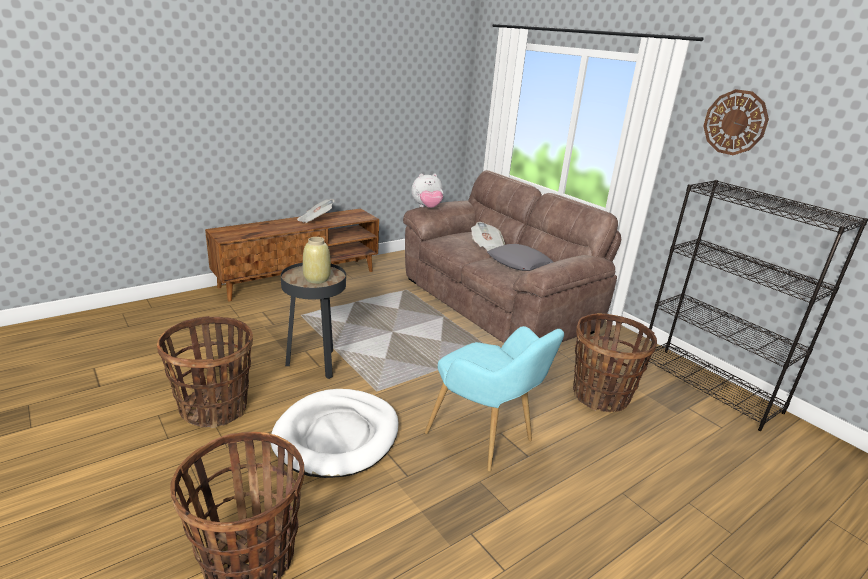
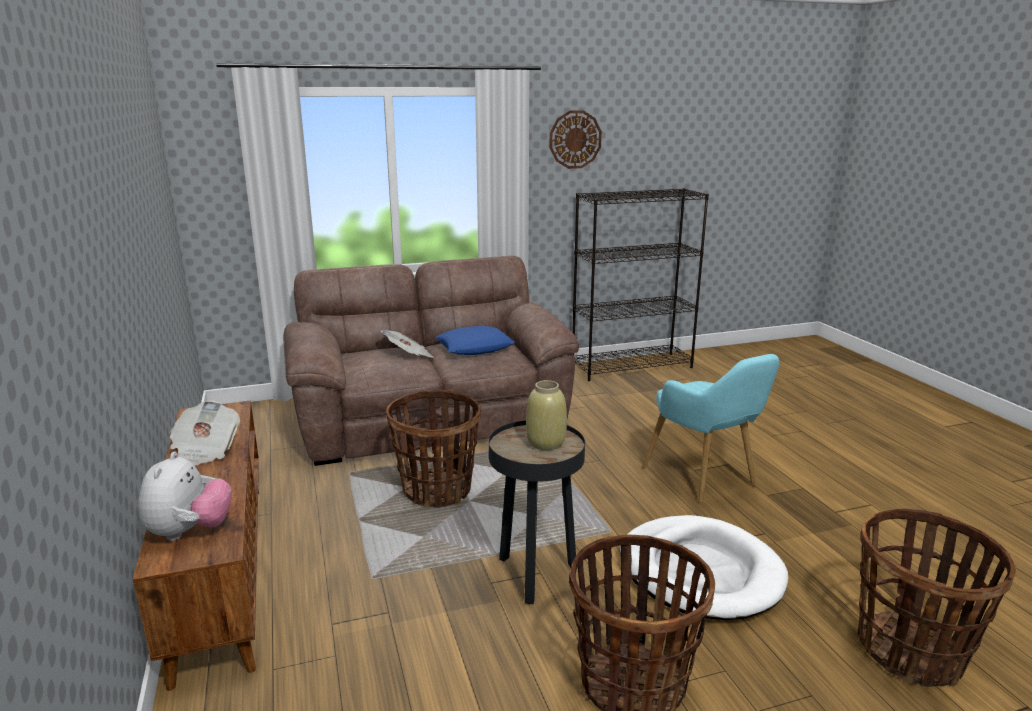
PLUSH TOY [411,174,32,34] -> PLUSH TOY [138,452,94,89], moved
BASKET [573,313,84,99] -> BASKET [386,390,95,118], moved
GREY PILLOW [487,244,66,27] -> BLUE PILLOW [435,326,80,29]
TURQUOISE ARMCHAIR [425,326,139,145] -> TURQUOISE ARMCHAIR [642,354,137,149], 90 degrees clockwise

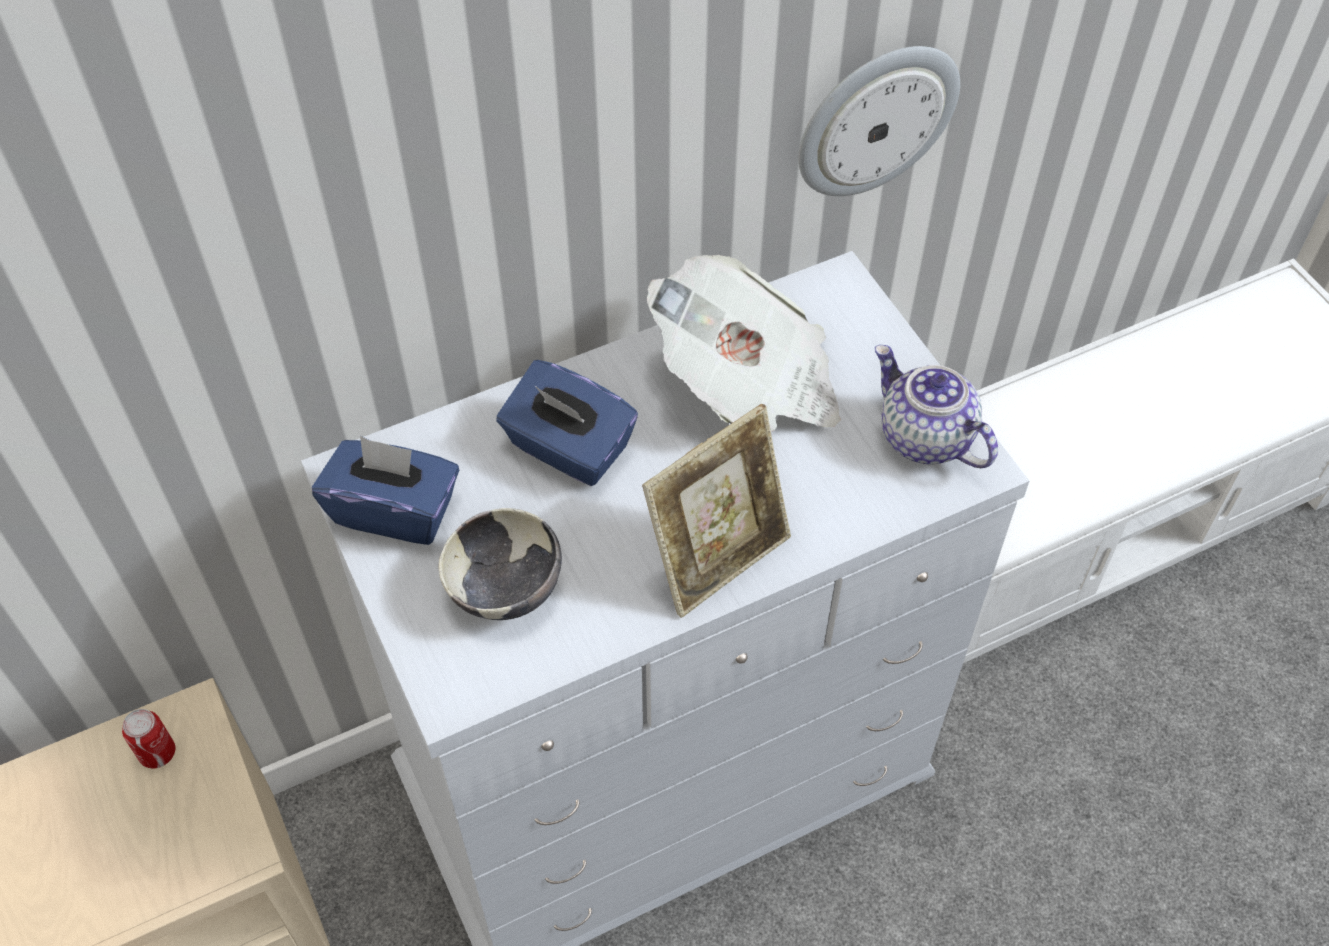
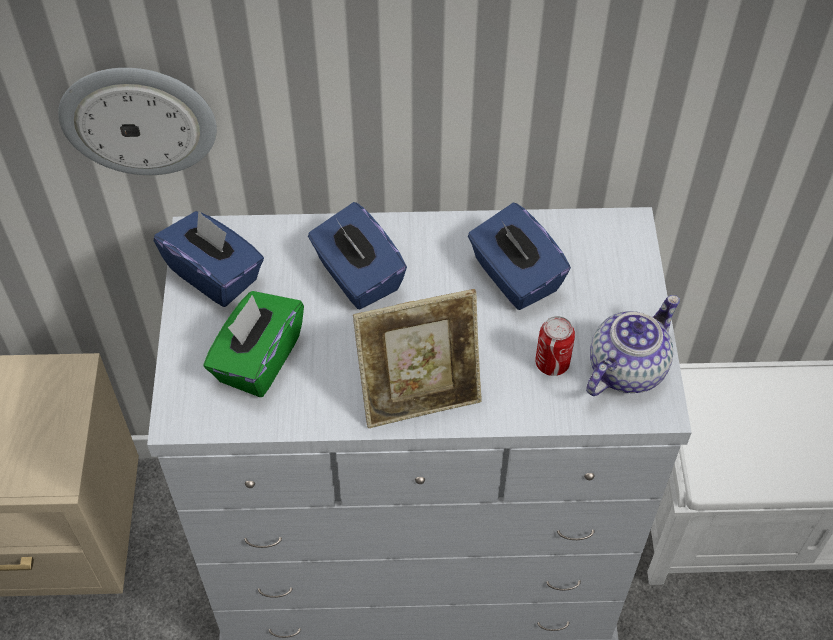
CAN [122,709,54,59] -> CAN [535,316,40,60], moved
WALL CLOCK [798,46,162,150] -> WALL CLOCK [58,68,159,107], moved
BOWL [438,508,124,112] -> GREEN TISSUE BOX [203,291,101,106]
NEWSPAPER [647,255,194,176] -> BLUE TISSUE BOX [468,203,103,107]
TEAPOT [875,345,123,123] -> TEAPOT [586,295,94,101], 60 degrees clockwise

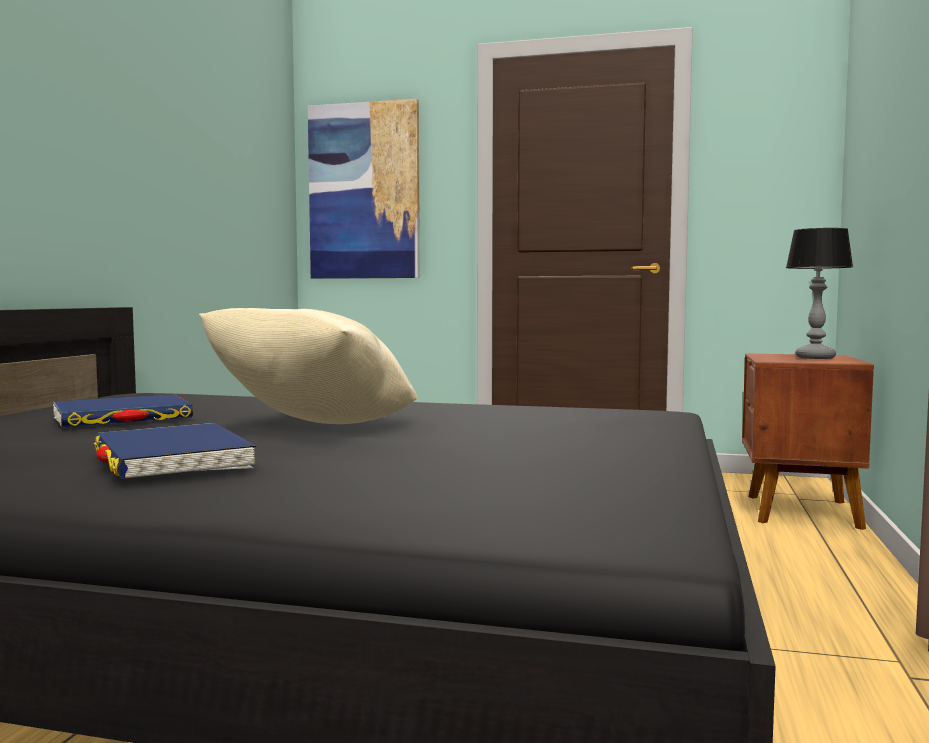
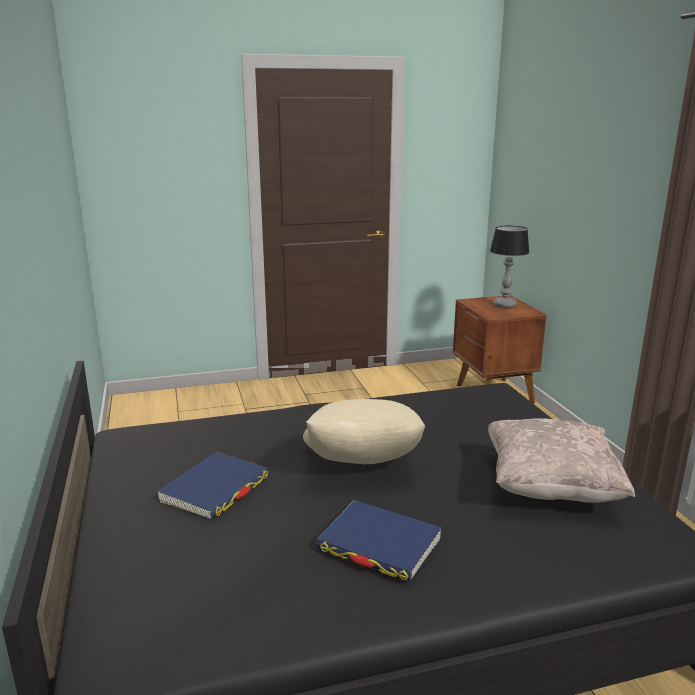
PICTURE [308,99,112,180] -> none
none -> BEIGE PILLOW [488,418,147,85]

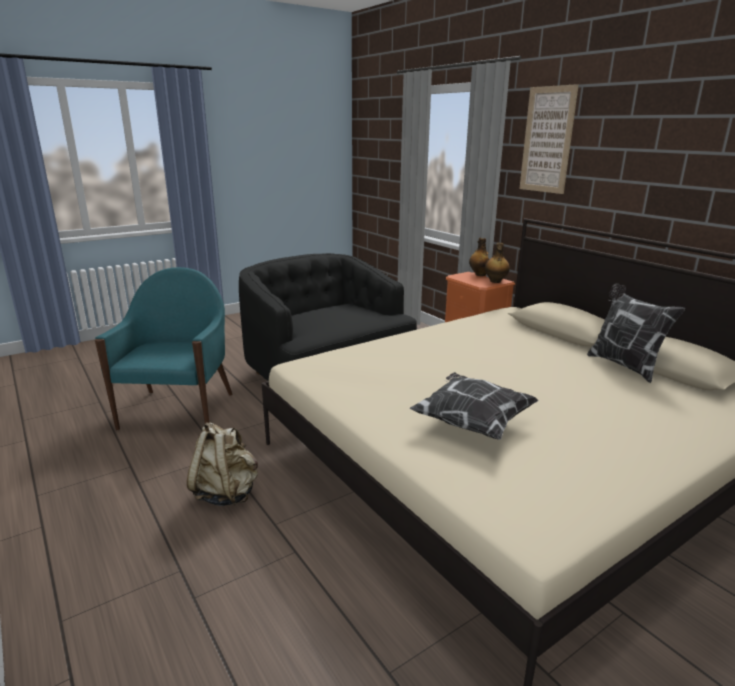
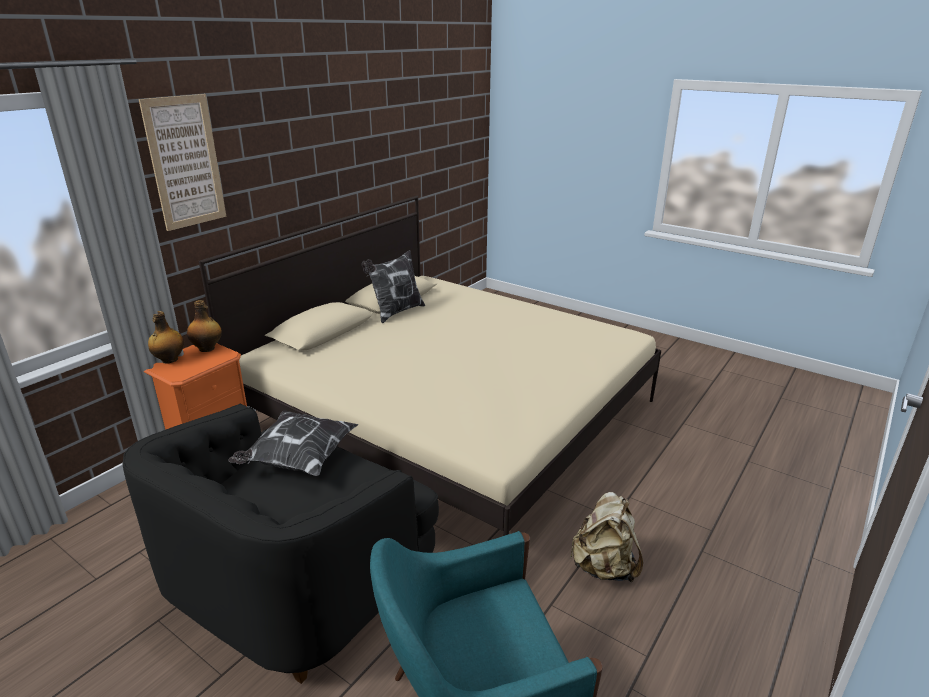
PILLOW [410,372,129,68] -> PILLOW [228,410,130,66], moved

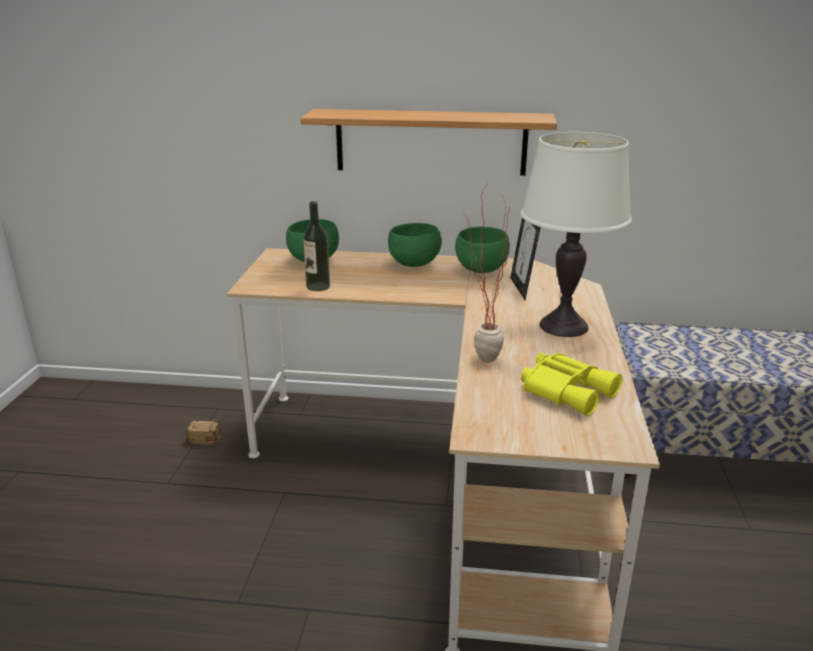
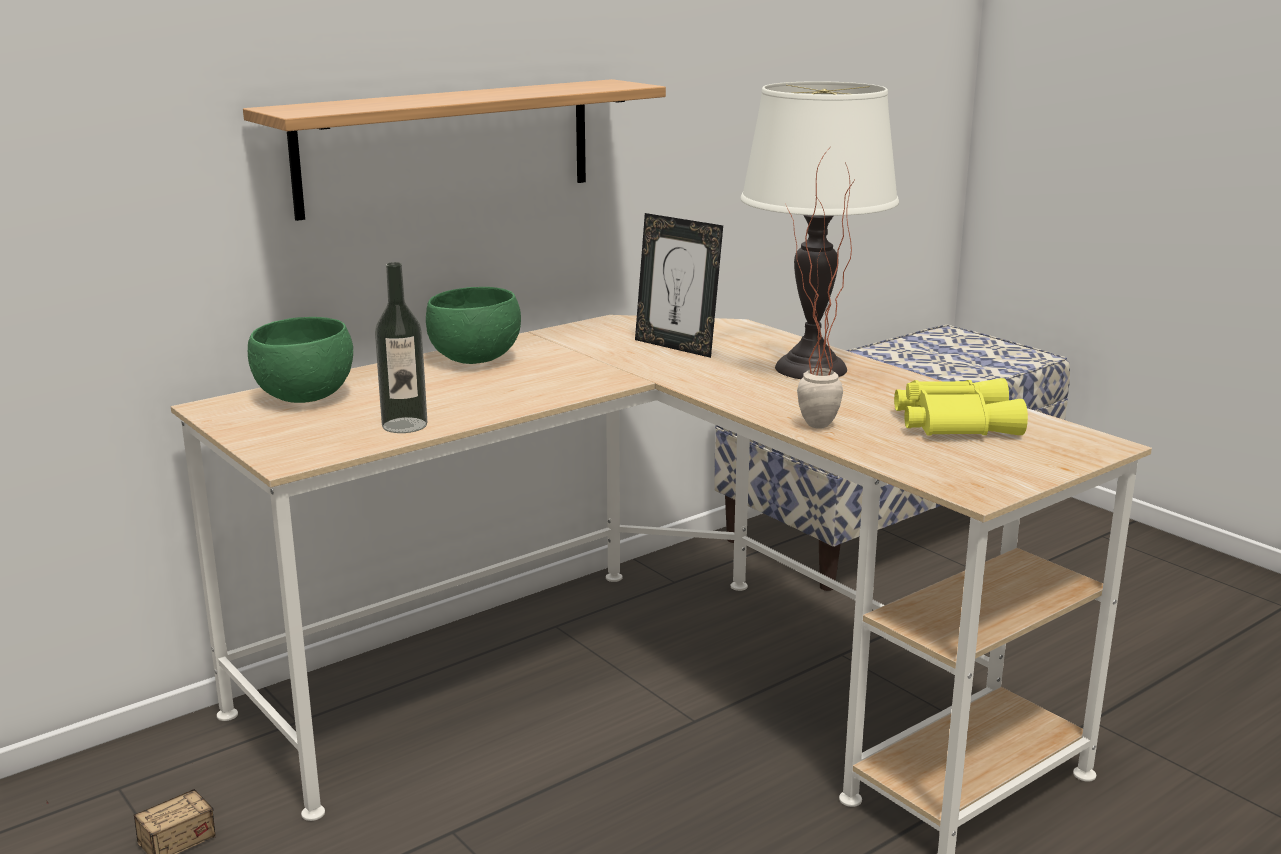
GREEN BOWL [455,227,55,46] -> none

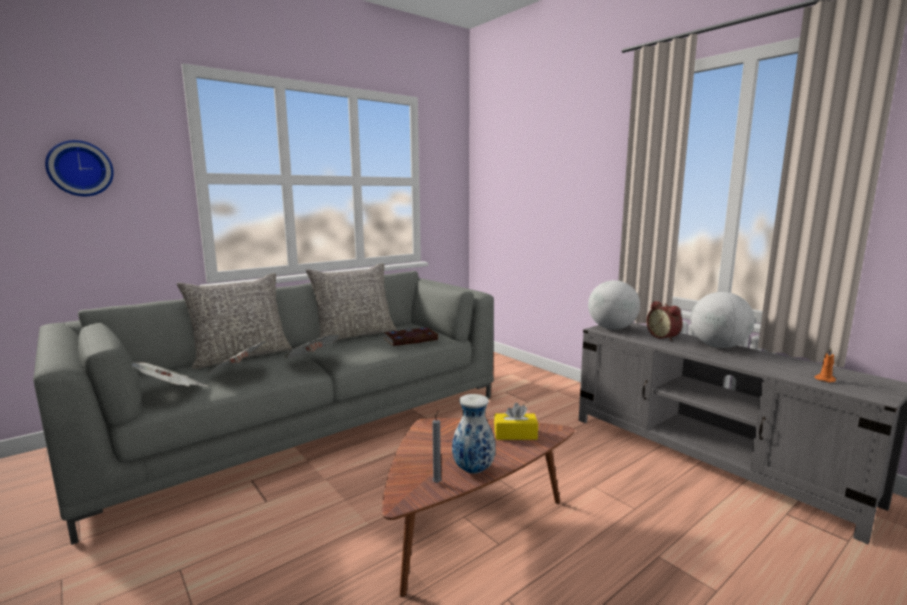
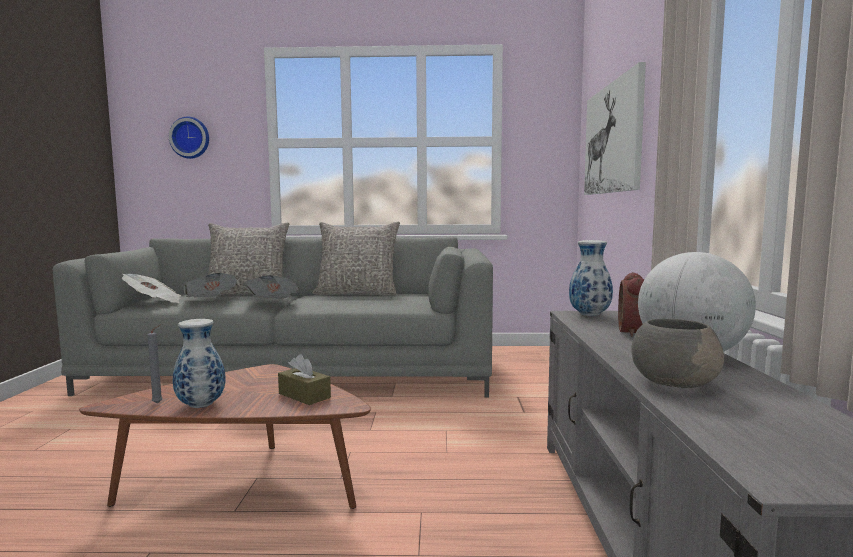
BOOK [383,327,55,19] -> none
ORANGE CANDLE [815,348,21,35] -> none
none -> PICTURE [584,62,62,133]
none -> GREY BOWL [631,319,93,69]
GLOBE [588,280,52,50] -> VASE [569,240,44,76]
YELLOW TISSUE BOX [494,403,44,37] -> BROWN TISSUE BOX [278,354,53,51]

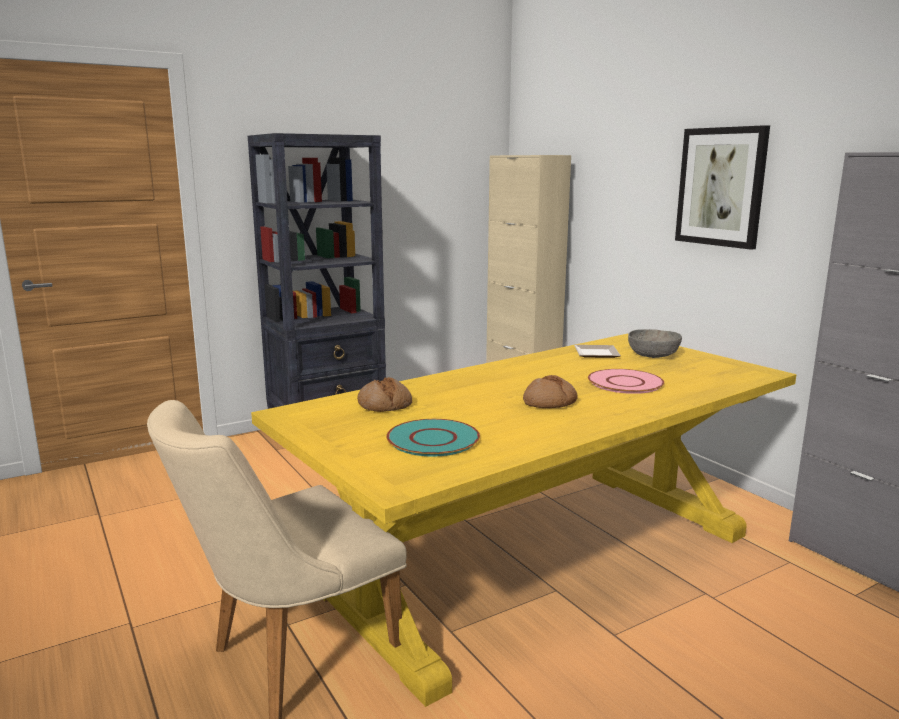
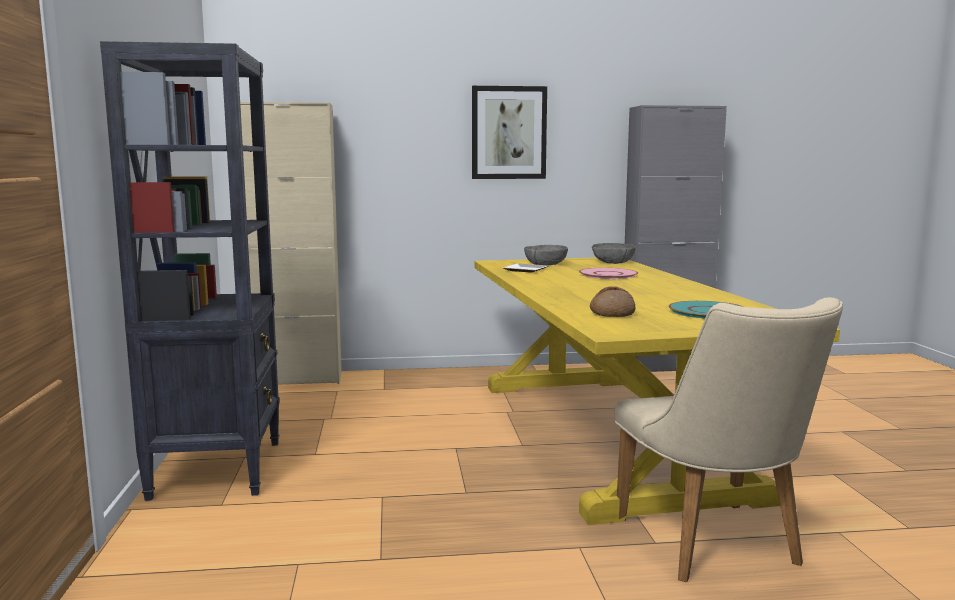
BREAD [523,375,54,33] -> none
none -> GREY BOWL [592,243,43,21]

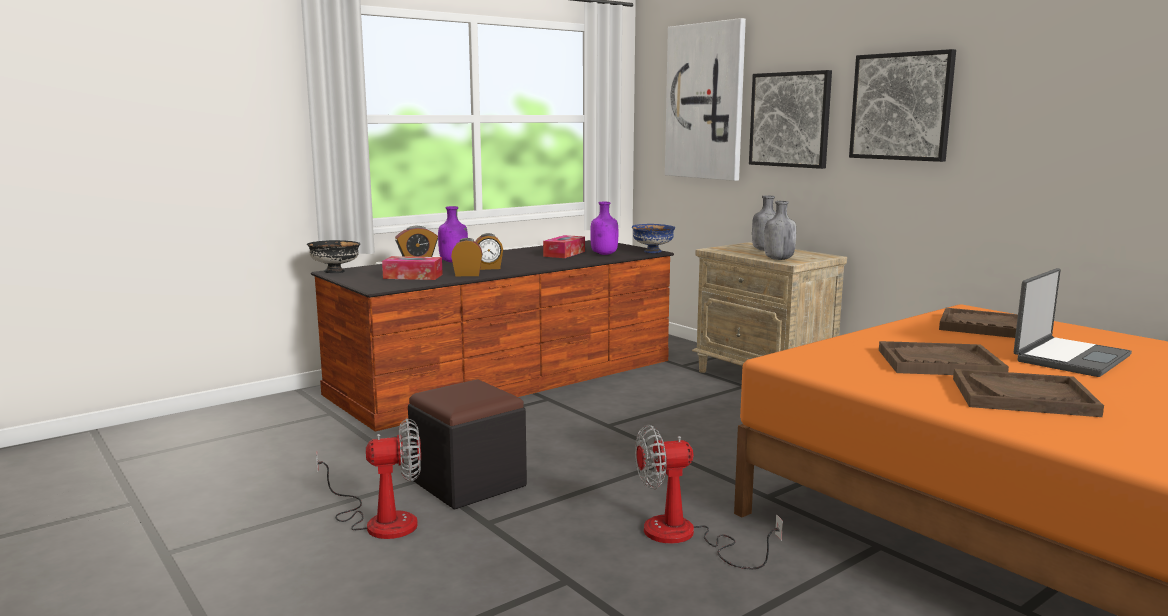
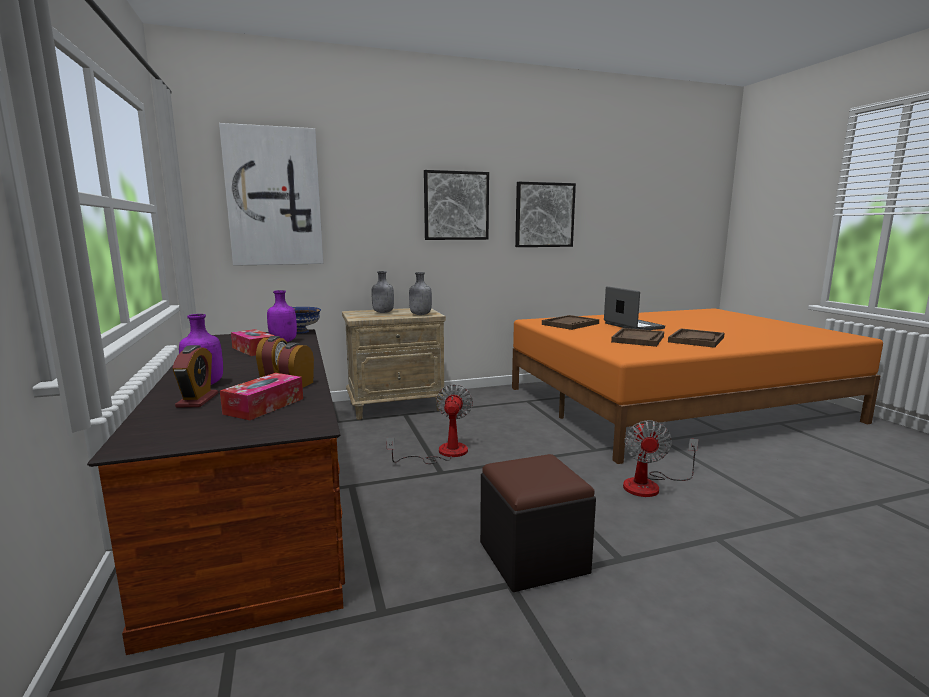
BLACK BOWL [307,240,53,33] -> none
FAN [316,418,105,121] -> FAN [386,384,87,80], moved
PICTURE [749,70,83,99] -> PICTURE [515,182,61,65], moved

